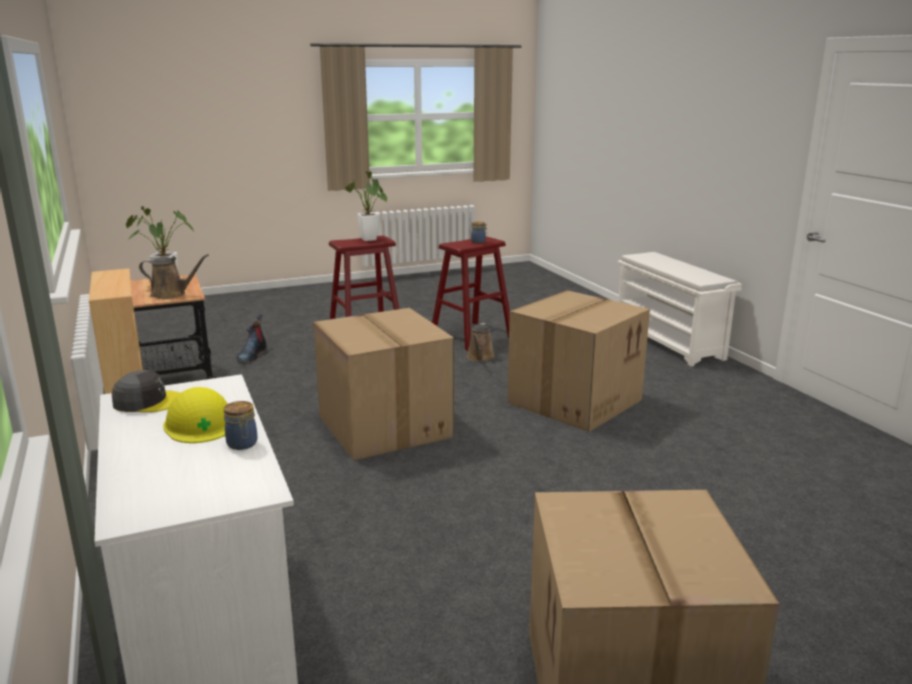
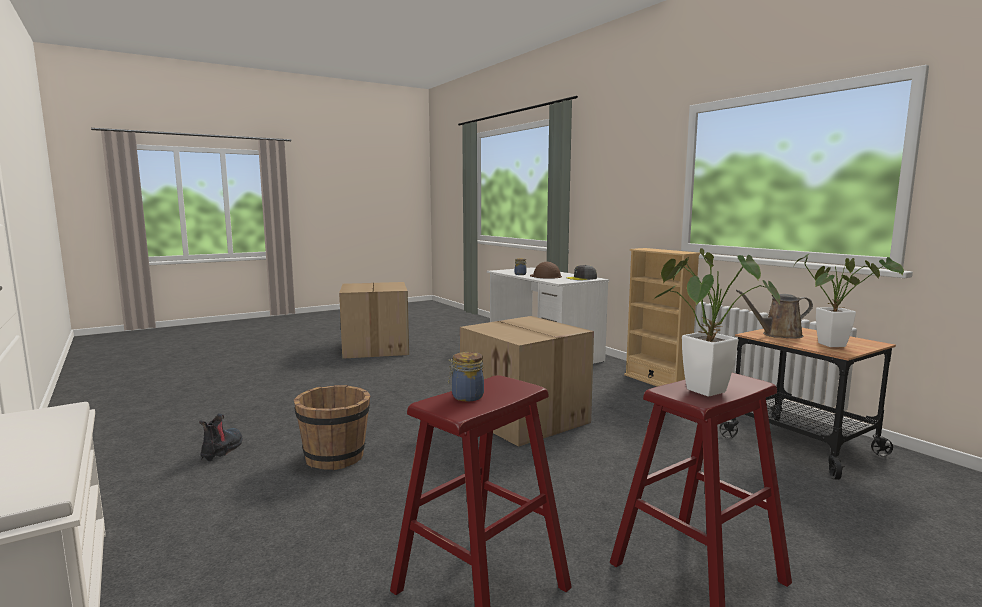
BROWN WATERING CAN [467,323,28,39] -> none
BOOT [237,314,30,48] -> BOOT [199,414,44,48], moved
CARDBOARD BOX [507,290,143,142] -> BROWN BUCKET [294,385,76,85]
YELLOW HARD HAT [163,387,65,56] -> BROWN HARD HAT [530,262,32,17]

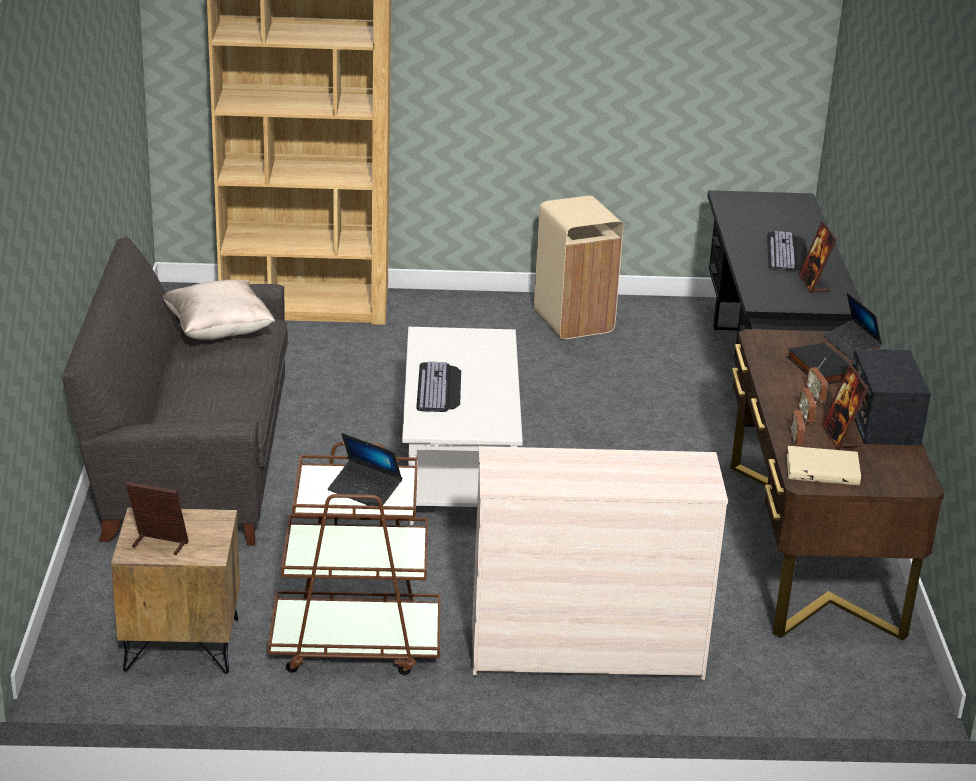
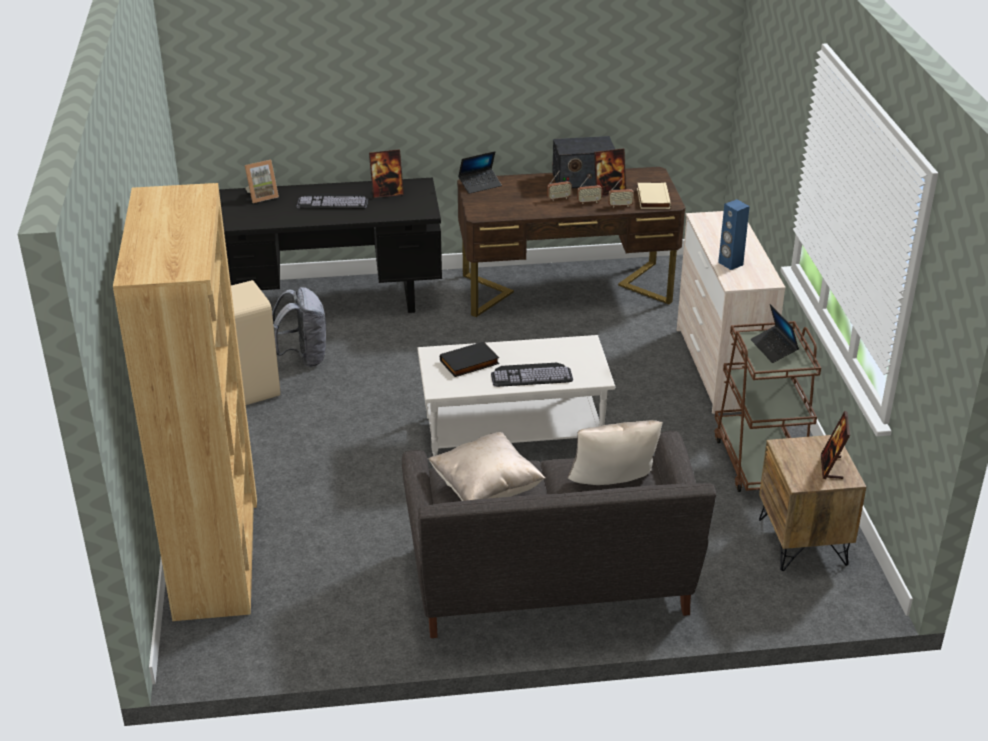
none -> PICTURE FRAME [245,160,34,43]
none -> GREY BACKPACK [272,287,55,80]
none -> BEIGE PILLOW [568,420,95,65]
none -> BLUE SPEAKER [718,199,32,71]
BLACK BOOK [787,342,63,42] -> BLACK BOOK [440,342,59,35], moved
LAPTOP [328,433,74,77] -> LAPTOP [751,304,48,59], 135 degrees clockwise

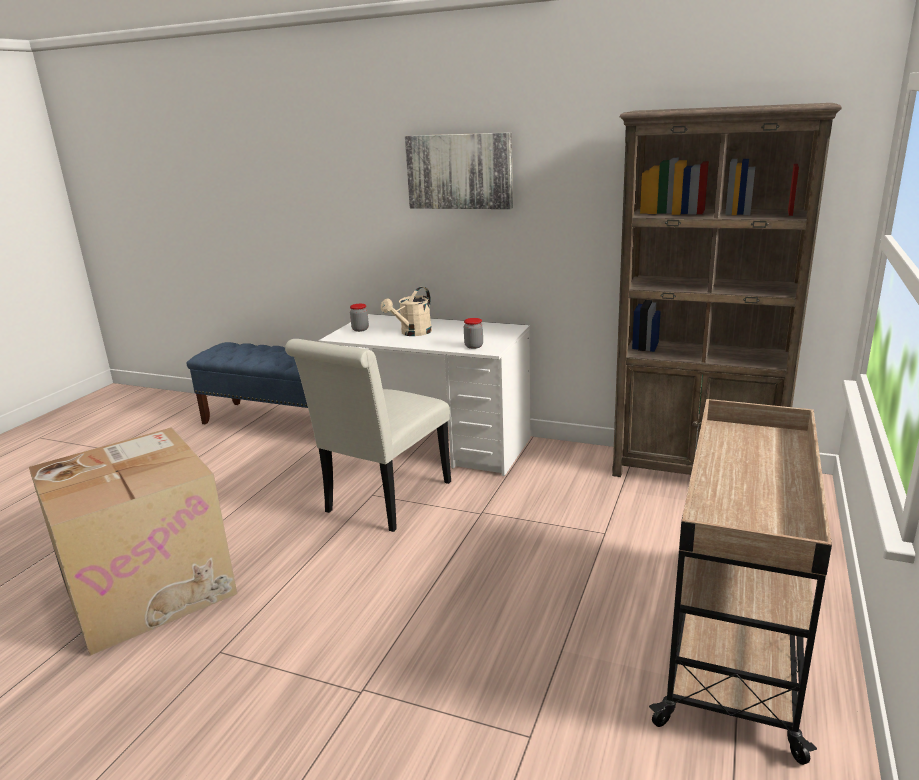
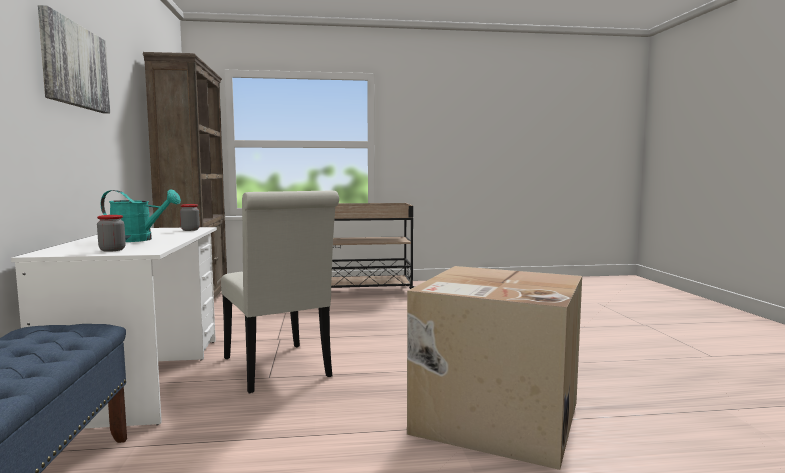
BEIGE WATERING CAN [381,287,51,49] -> TURQUOISE WATERING CAN [101,189,80,53]
WHITE CHAIR [285,339,166,193] -> WHITE CHAIR [221,191,118,203], 60 degrees clockwise

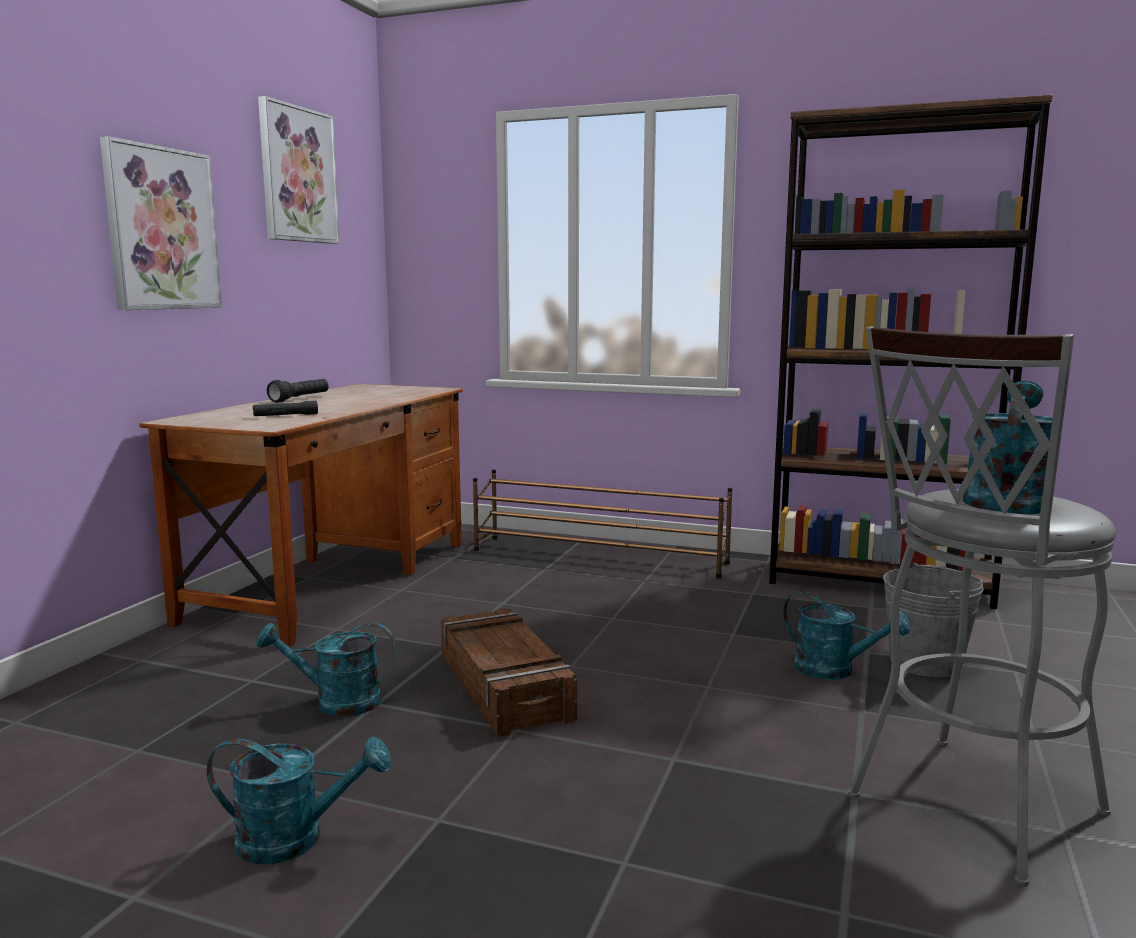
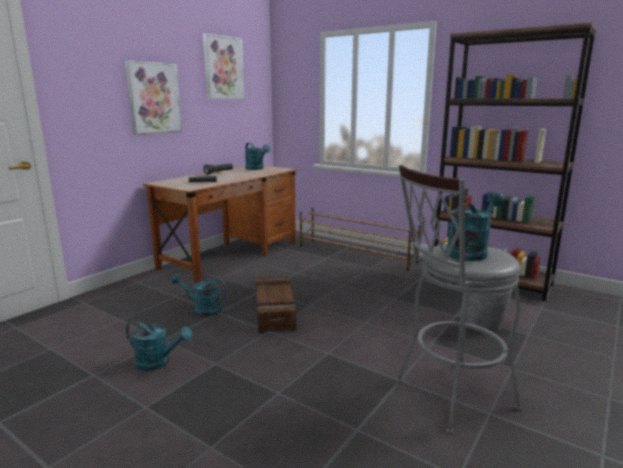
TURQUOISE WATERING CAN [783,591,127,89] -> TURQUOISE WATERING CAN [245,143,25,27], moved

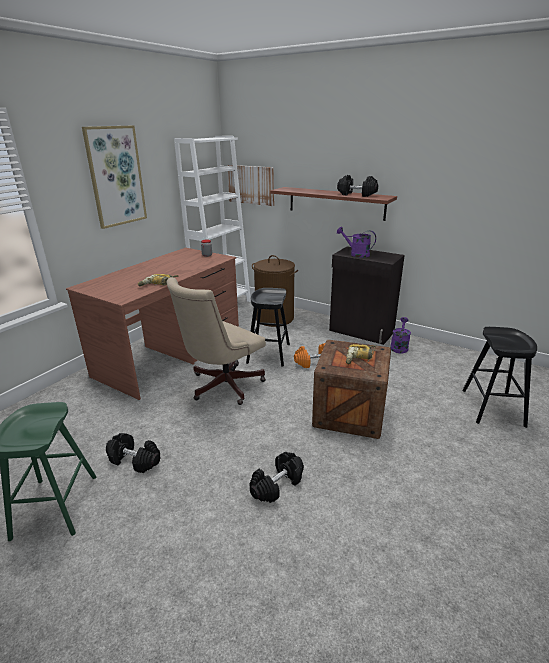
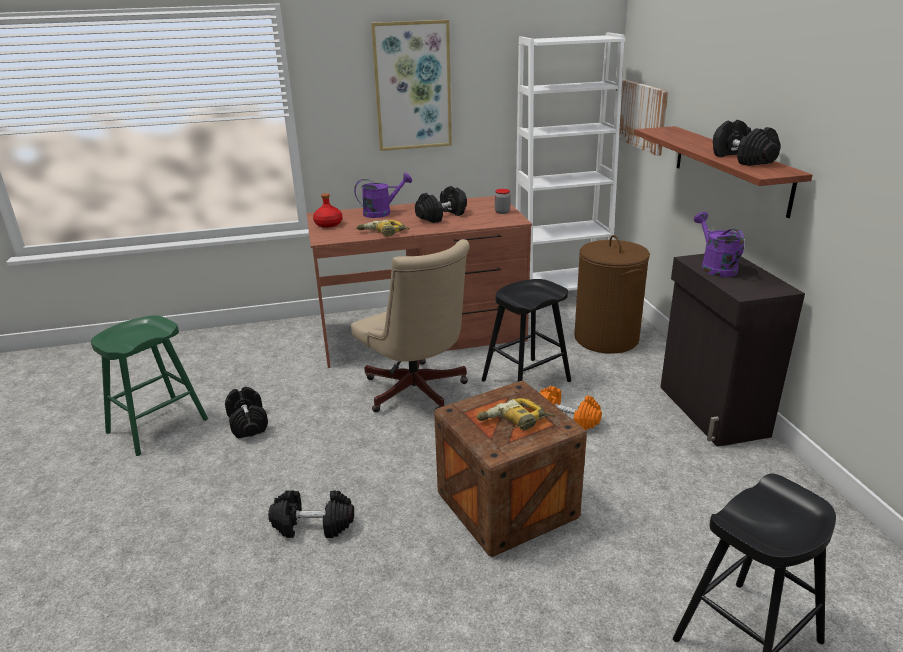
none -> RED BOTTLE [313,193,29,35]
none -> BLACK DUMBBELL [415,186,52,37]
PURPLE WATERING CAN [390,317,21,36] -> PURPLE WATERING CAN [354,173,58,45], moved
BEIGE OFFICE CHAIR [166,277,100,128] -> BEIGE OFFICE CHAIR [351,239,119,173], 120 degrees counterclockwise

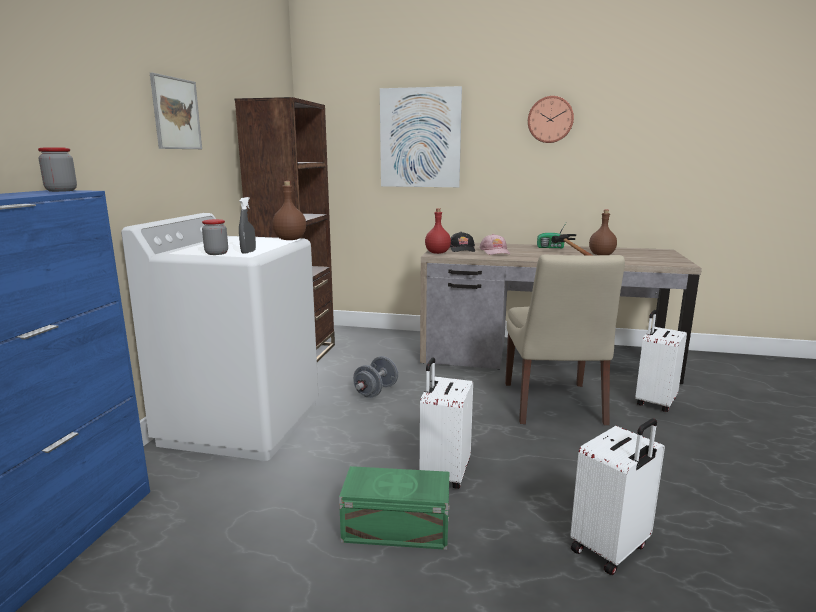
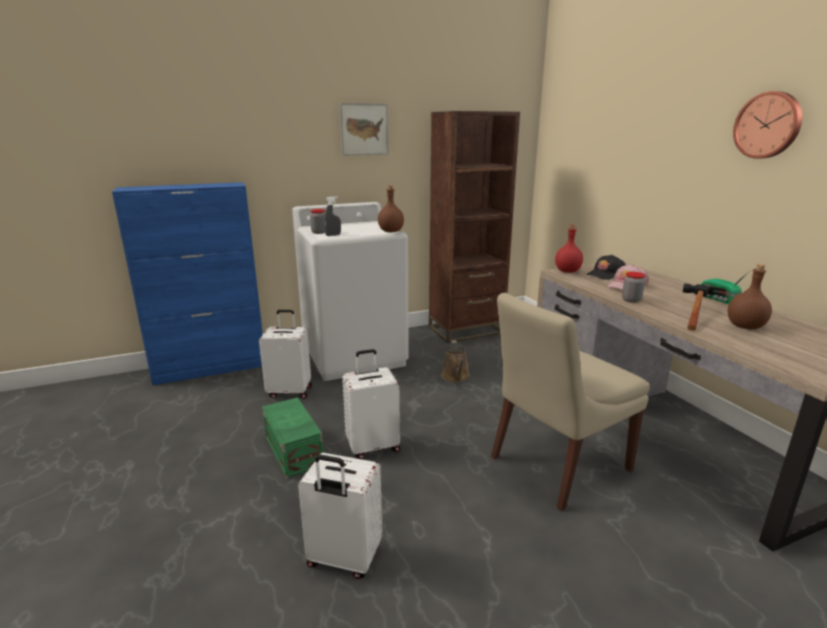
PICTURE [380,86,82,101] -> none
JAR [38,147,39,45] -> JAR [622,272,23,31], moved
WHITE SUITCASE [635,310,52,102] -> WHITE SUITCASE [259,310,53,89], moved
GREY DUMBBELL [353,356,45,42] -> BROWN WATERING CAN [441,340,29,42]

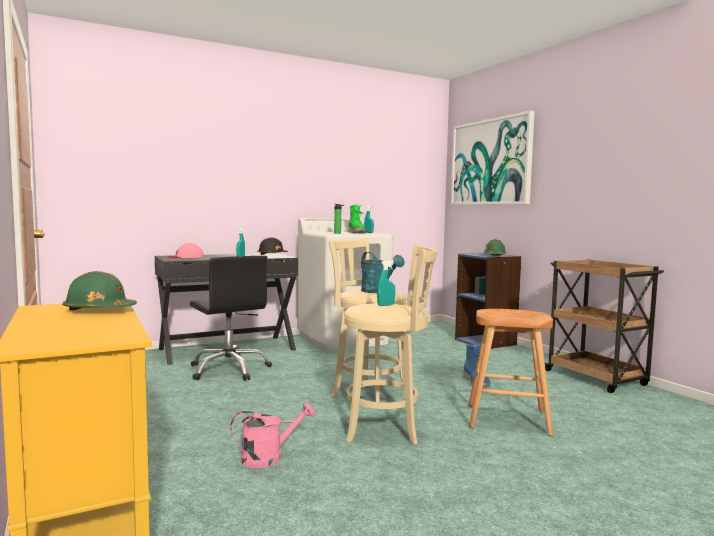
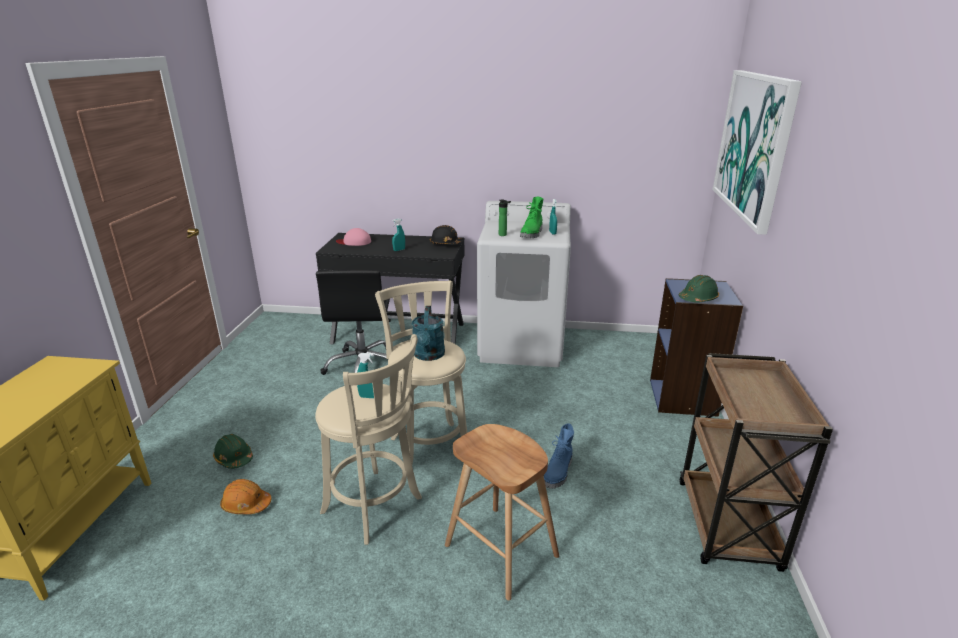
GREEN HARD HAT [62,271,75,39] -> GREEN HARD HAT [213,434,40,35], moved
PINK WATERING CAN [230,402,85,66] -> ORANGE HARD HAT [220,479,51,35]

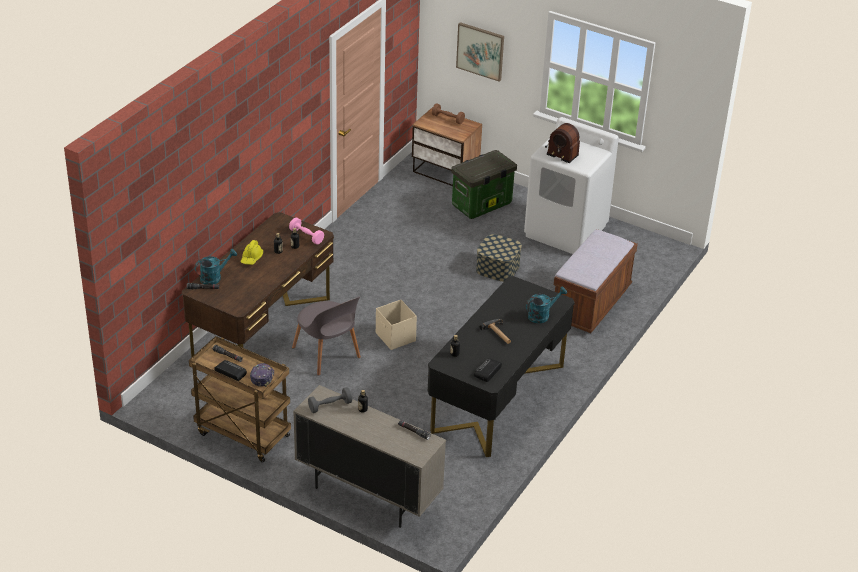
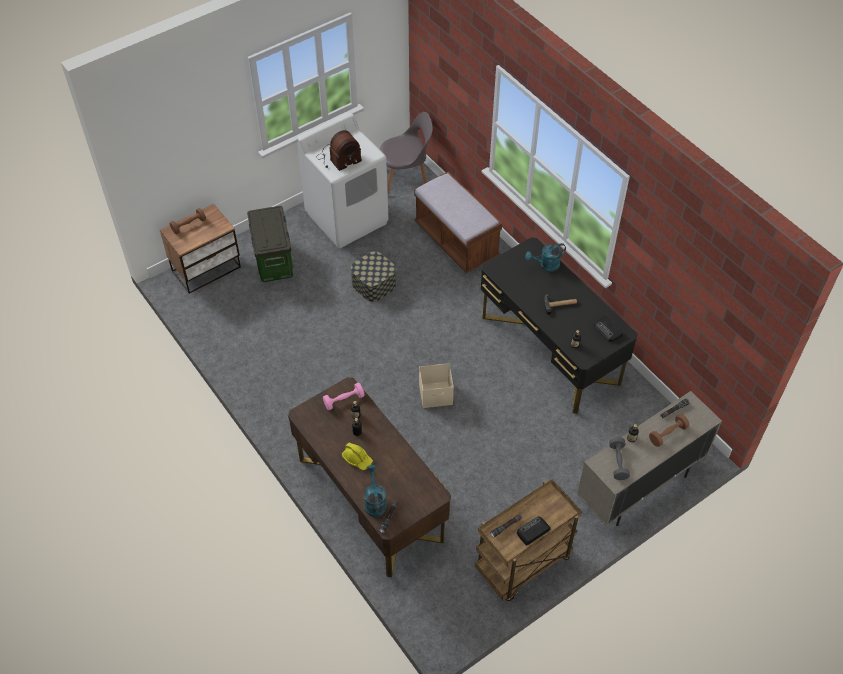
CAP [250,363,24,24] -> none
PICTURE [456,22,48,60] -> none
none -> BROWN DUMBBELL [649,414,40,33]
GREY CHAIR [292,297,69,79] -> GREY CHAIR [380,112,53,82], moved
TURQUOISE WATERING CAN [526,287,41,36] -> TURQUOISE WATERING CAN [525,243,41,29], 105 degrees counterclockwise

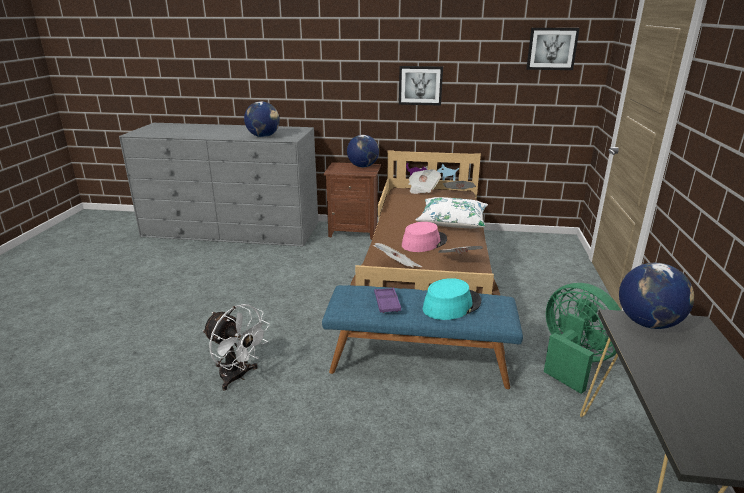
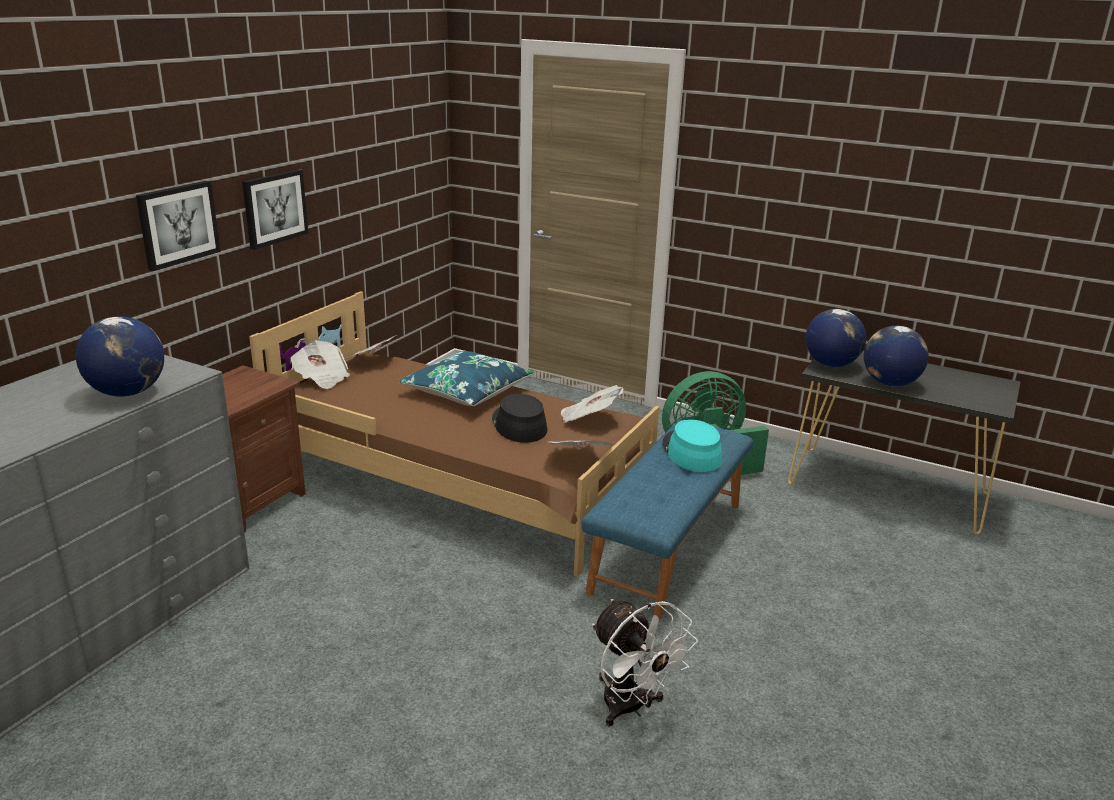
PURPLE TRAY [374,288,27,25] -> none
GLOBE [347,135,32,32] -> GLOBE [864,326,65,60], moved
PICTURE [526,28,54,42] -> PICTURE [136,181,85,90], moved
PINK HAT [402,222,45,30] -> BLACK HAT [492,394,55,49]
WHITE PILLOW [416,197,72,31] -> BLUE PILLOW [399,351,136,55]
WHITE FAN [202,304,68,87] -> WHITE FAN [592,599,106,127], 90 degrees clockwise

